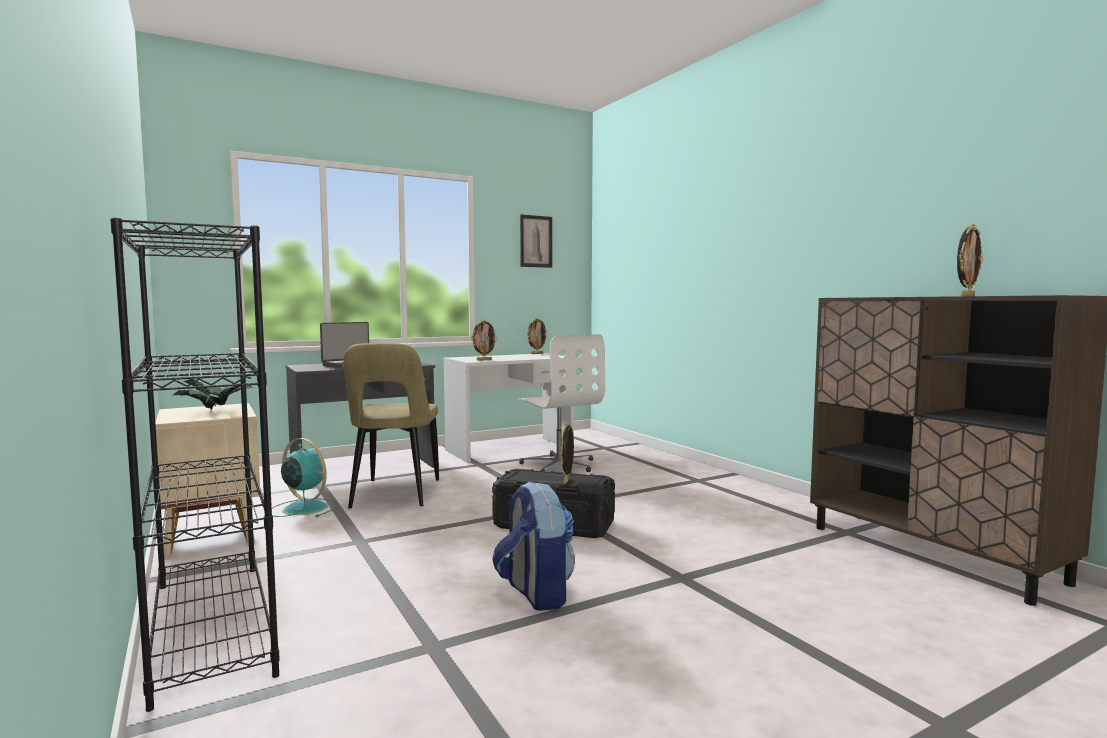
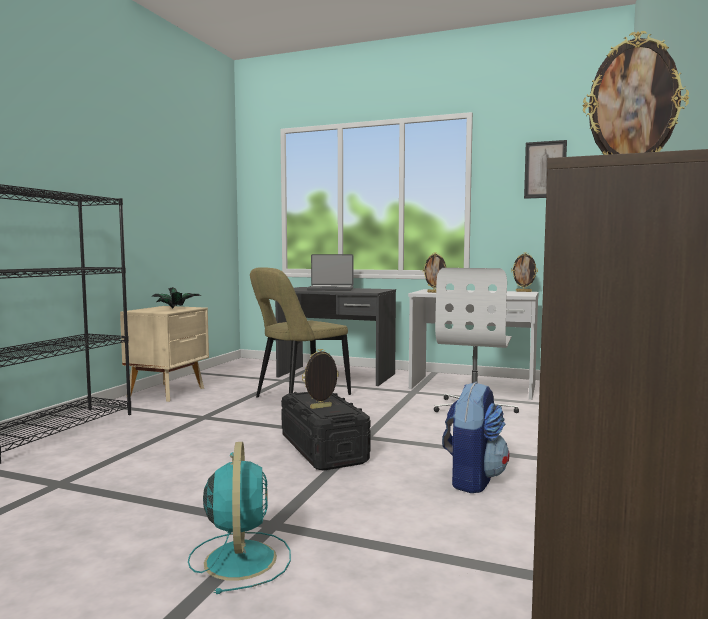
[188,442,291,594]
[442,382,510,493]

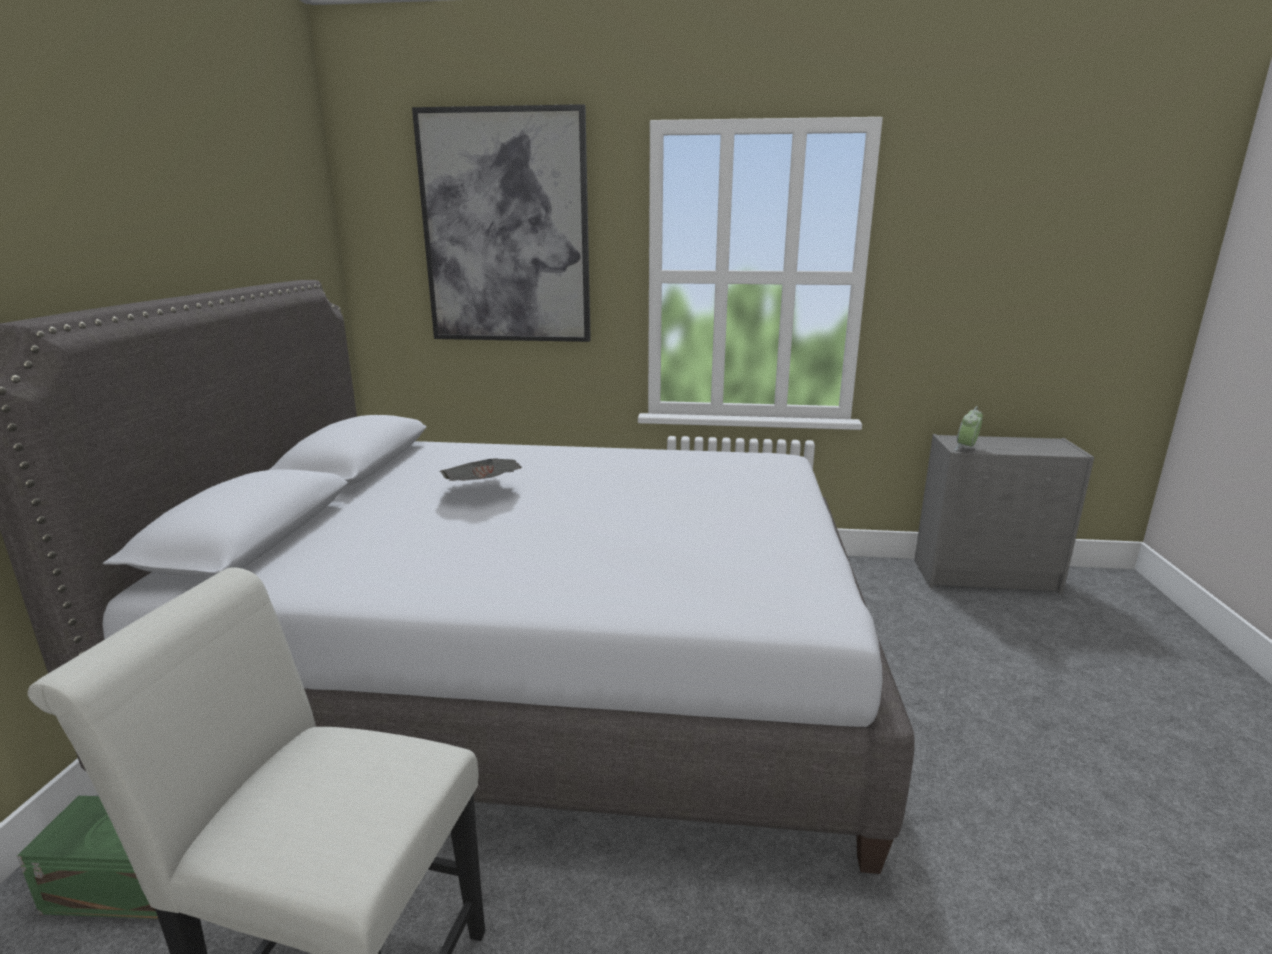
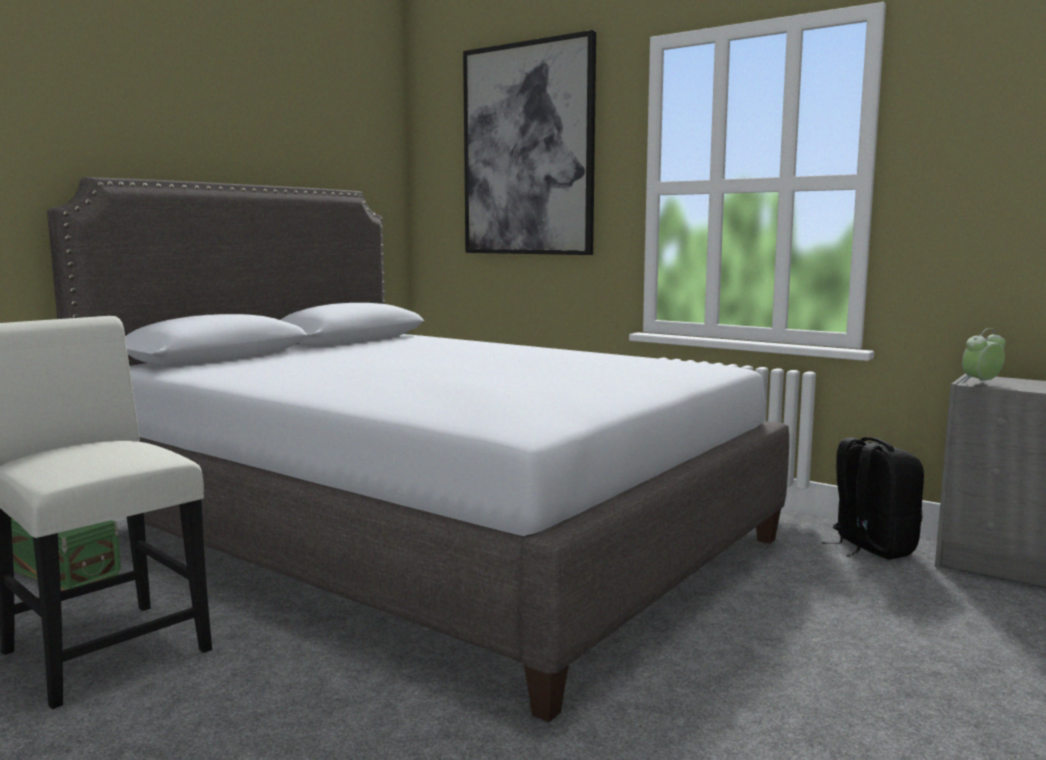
[439,459,522,481] (first image)
[821,437,924,560]

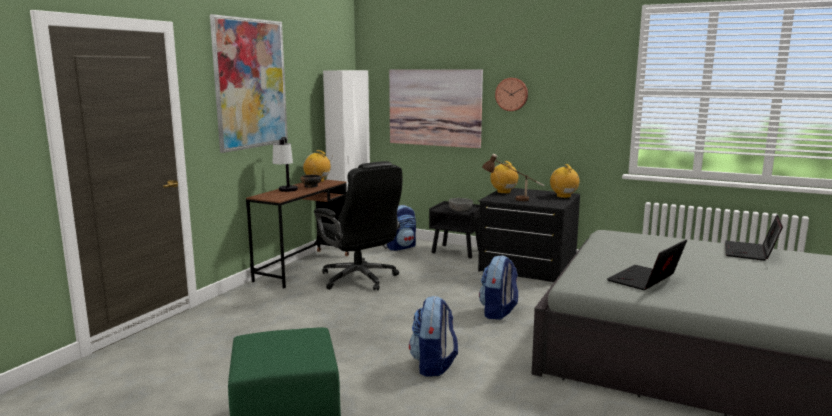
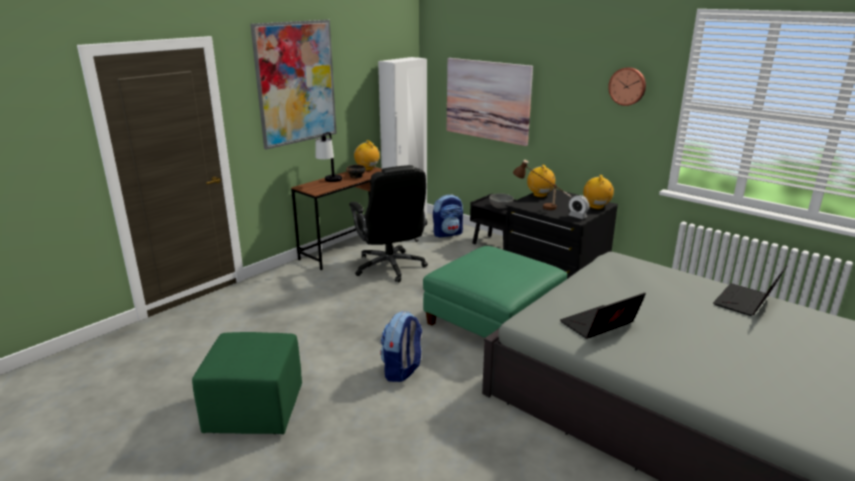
[569,195,589,219]
[608,67,646,106]
[423,246,567,338]

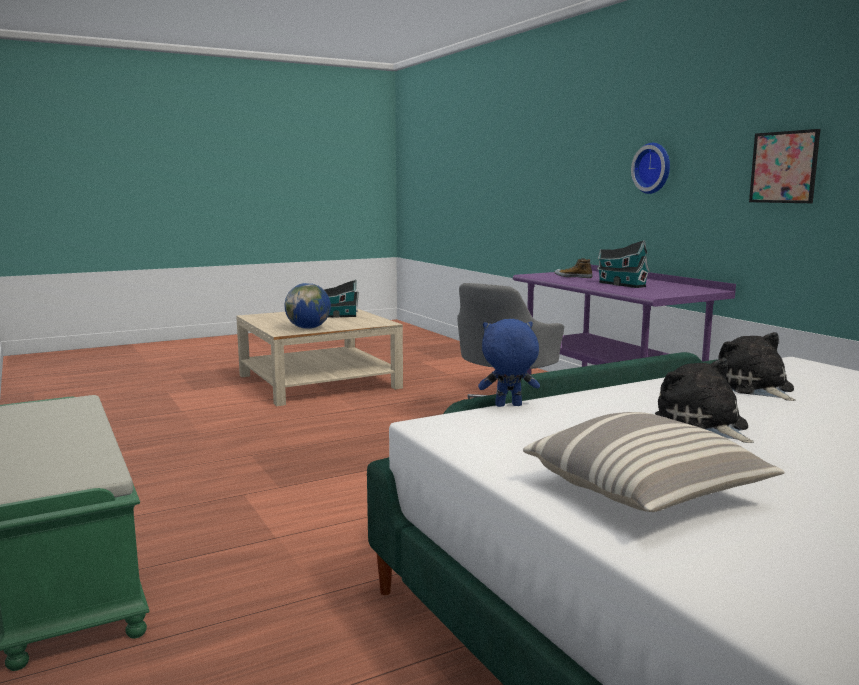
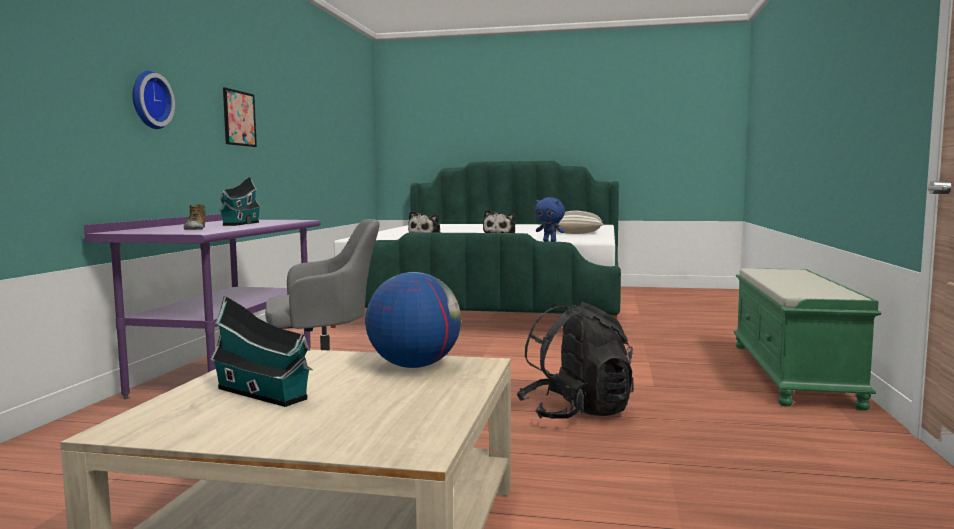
[516,302,634,419]

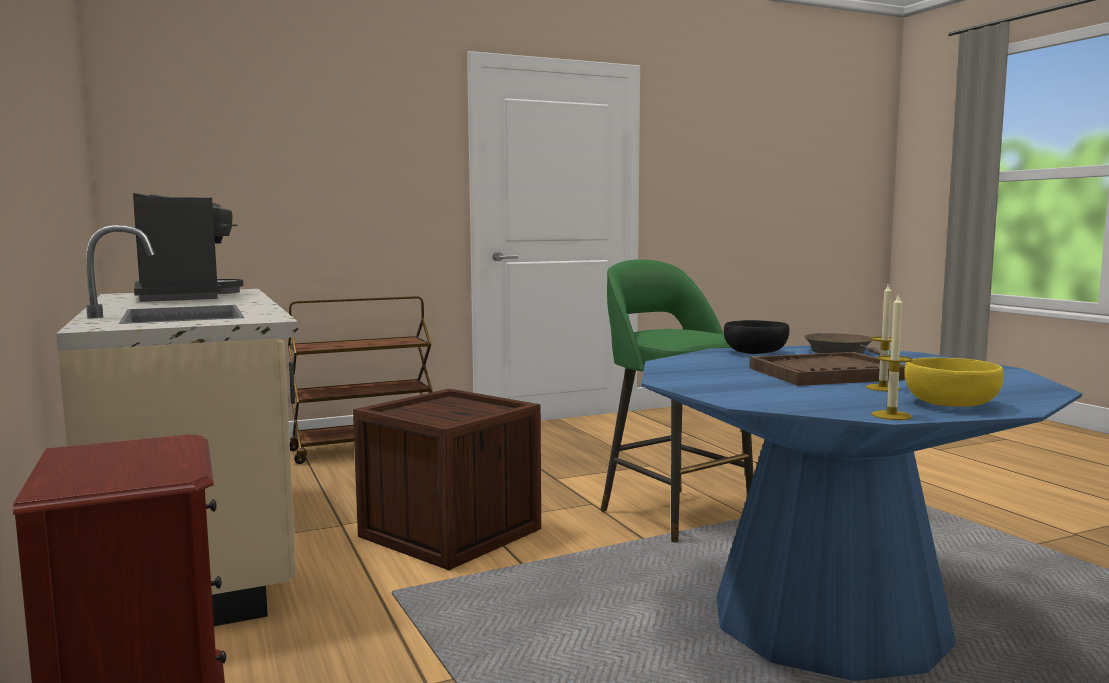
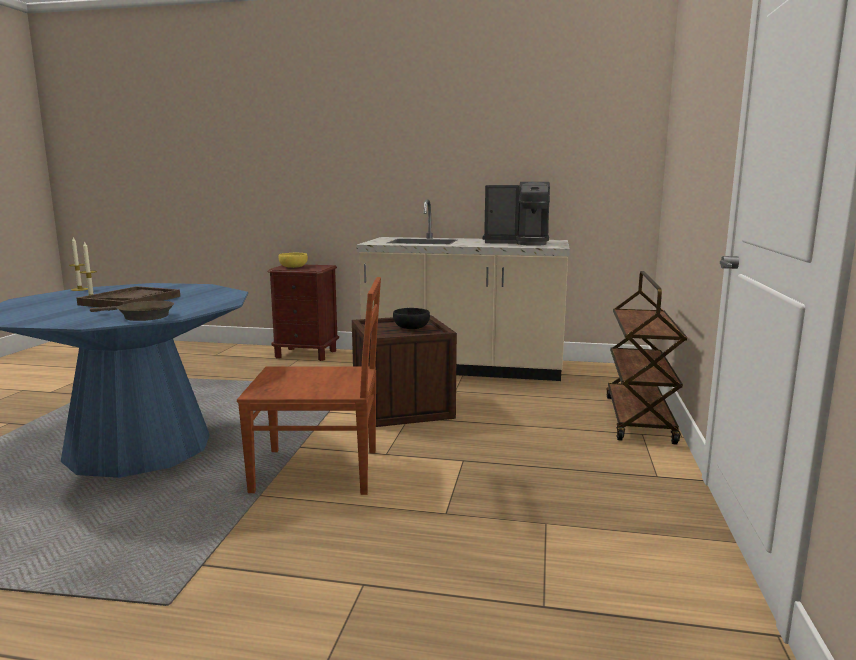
[393,308,430,329]
[279,253,308,268]
[237,277,381,495]

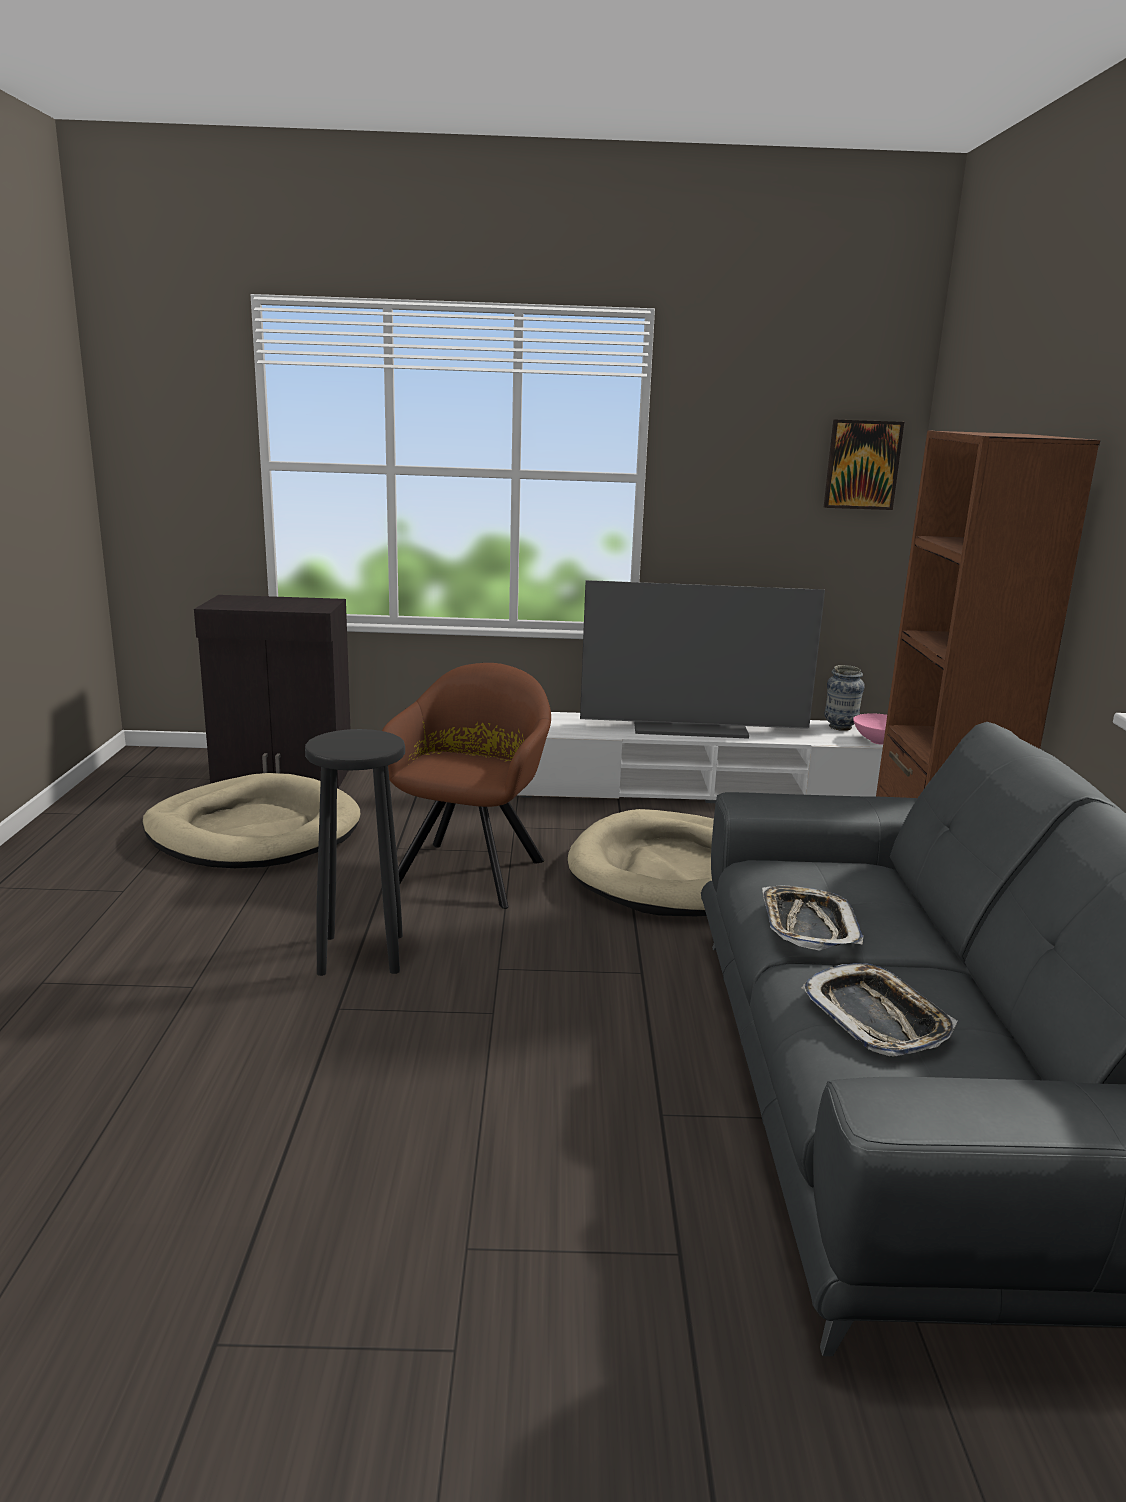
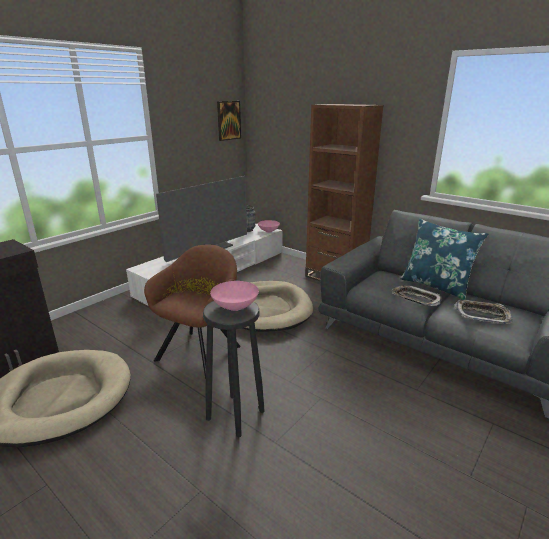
[210,281,259,311]
[400,219,488,300]
[144,244,241,379]

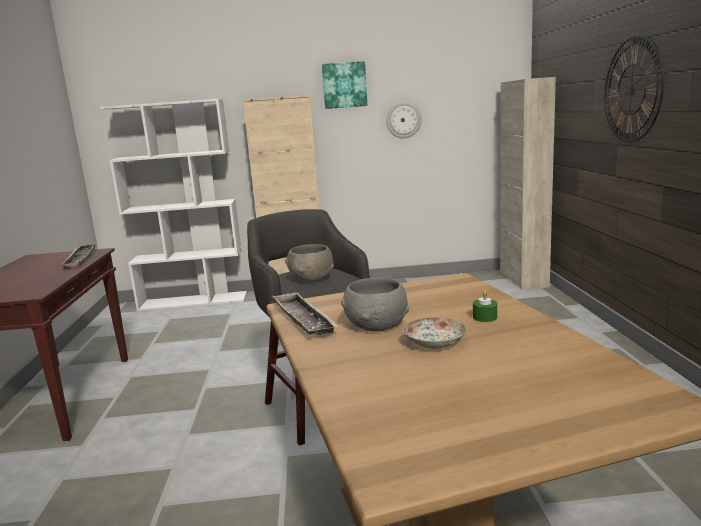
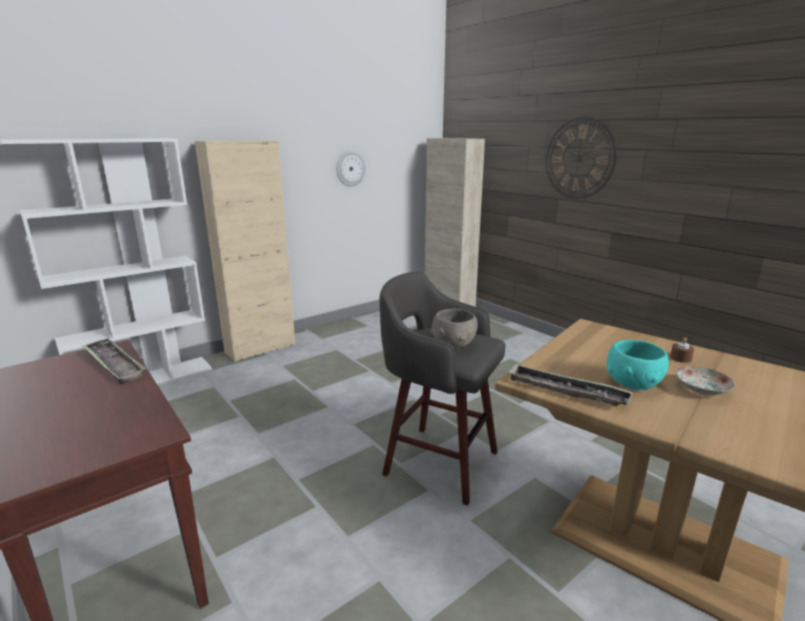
[322,61,367,109] (first image)
[607,340,669,390]
[670,337,694,363]

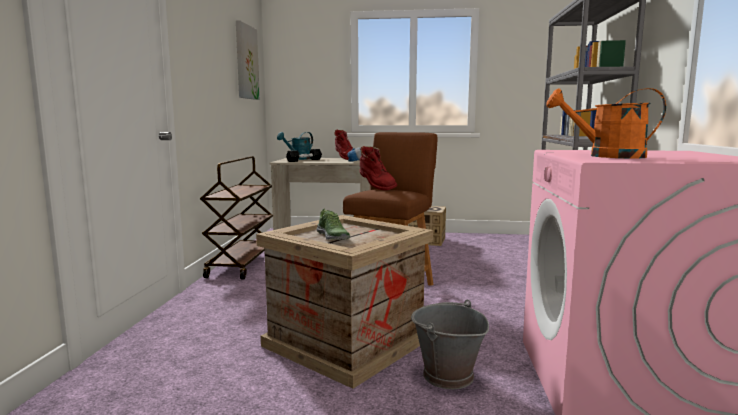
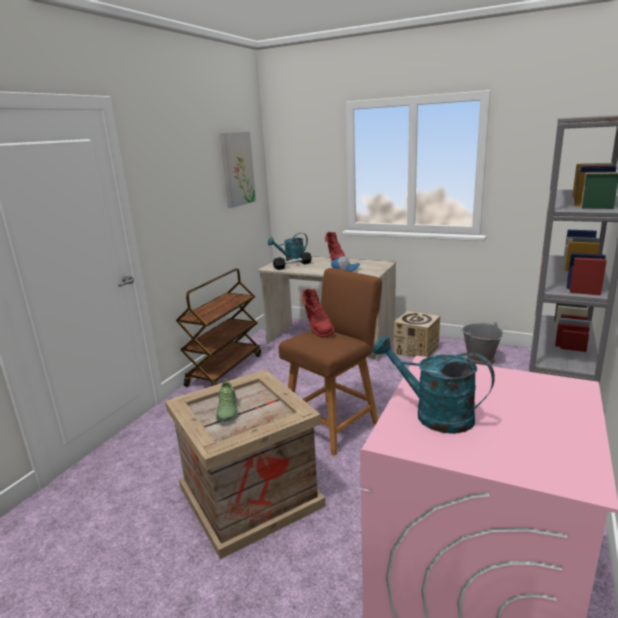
[461,322,503,366]
[372,335,495,434]

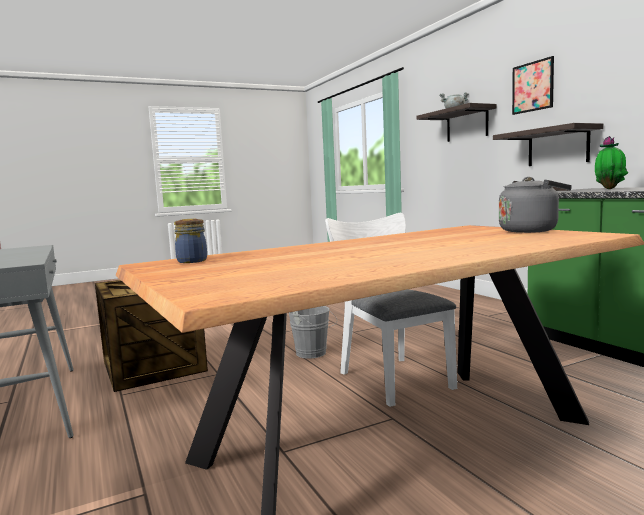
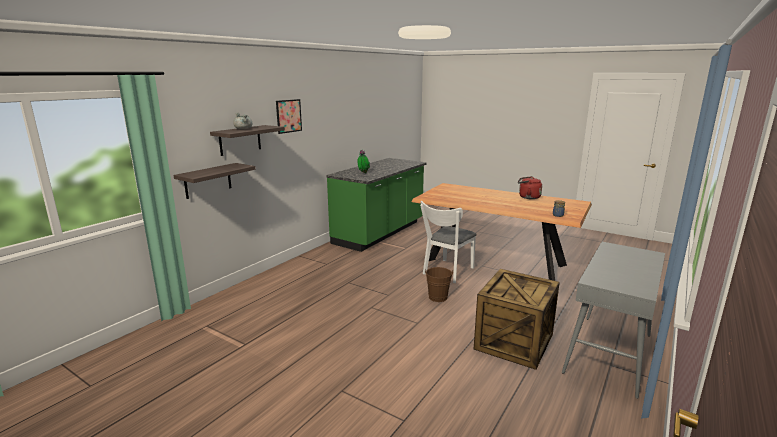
[499,177,572,233] (first image)
[518,176,542,199]
[174,163,256,199]
[425,267,453,302]

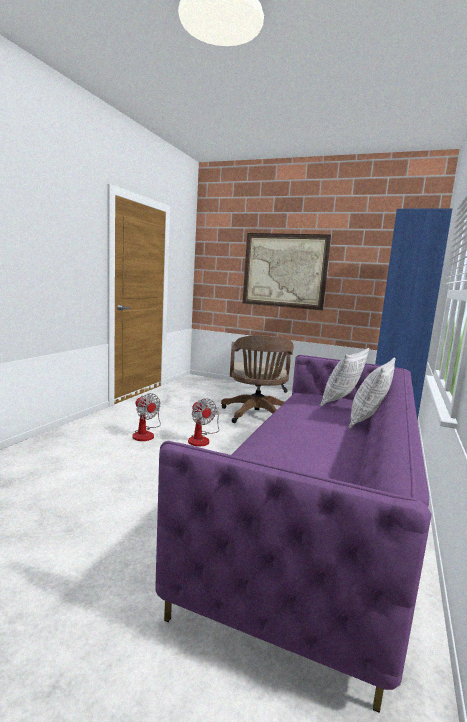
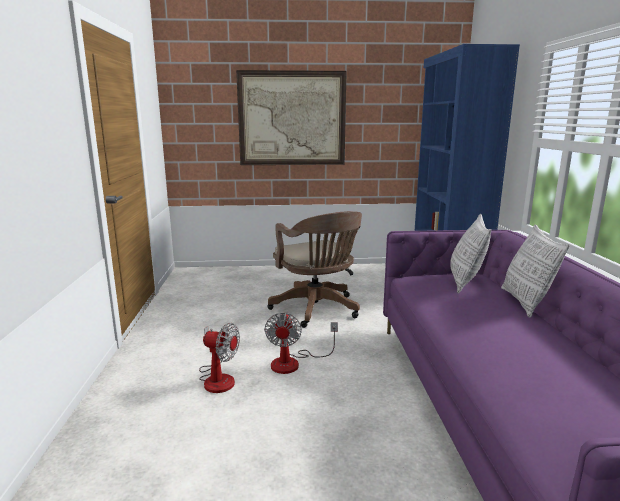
[264,312,338,374]

